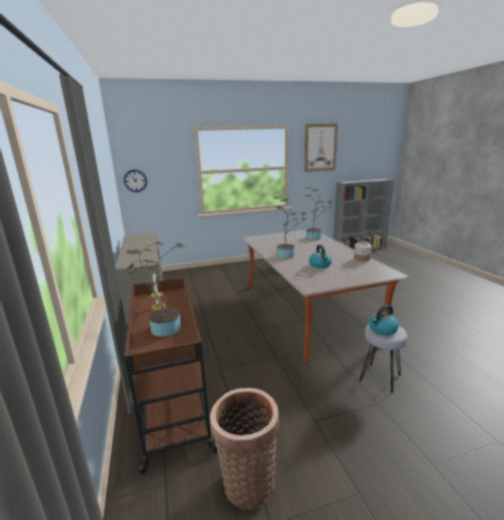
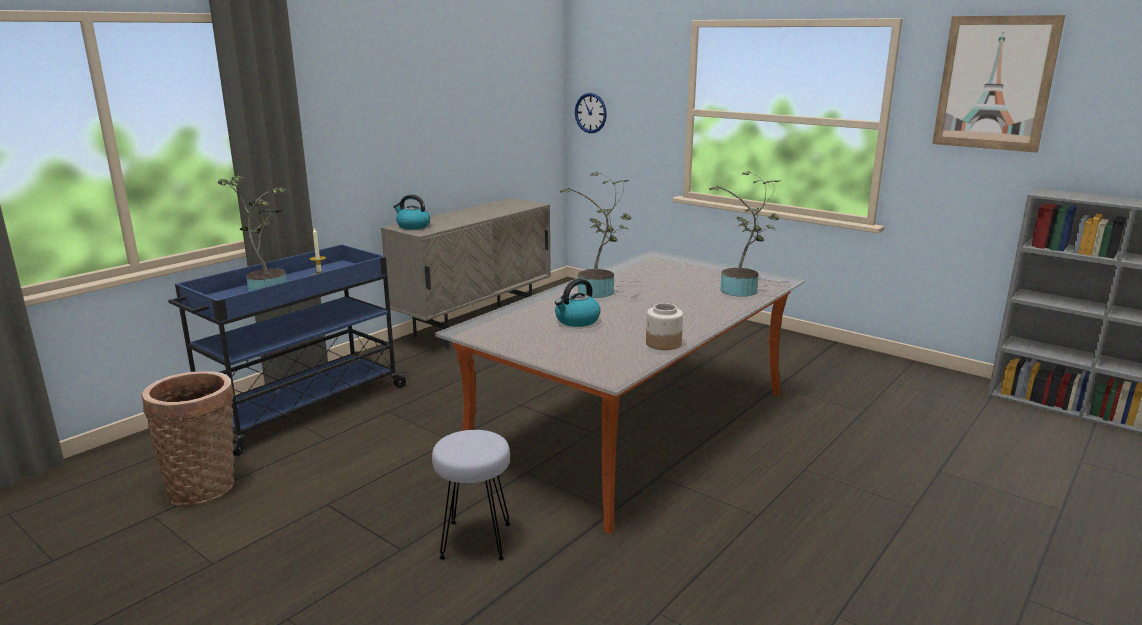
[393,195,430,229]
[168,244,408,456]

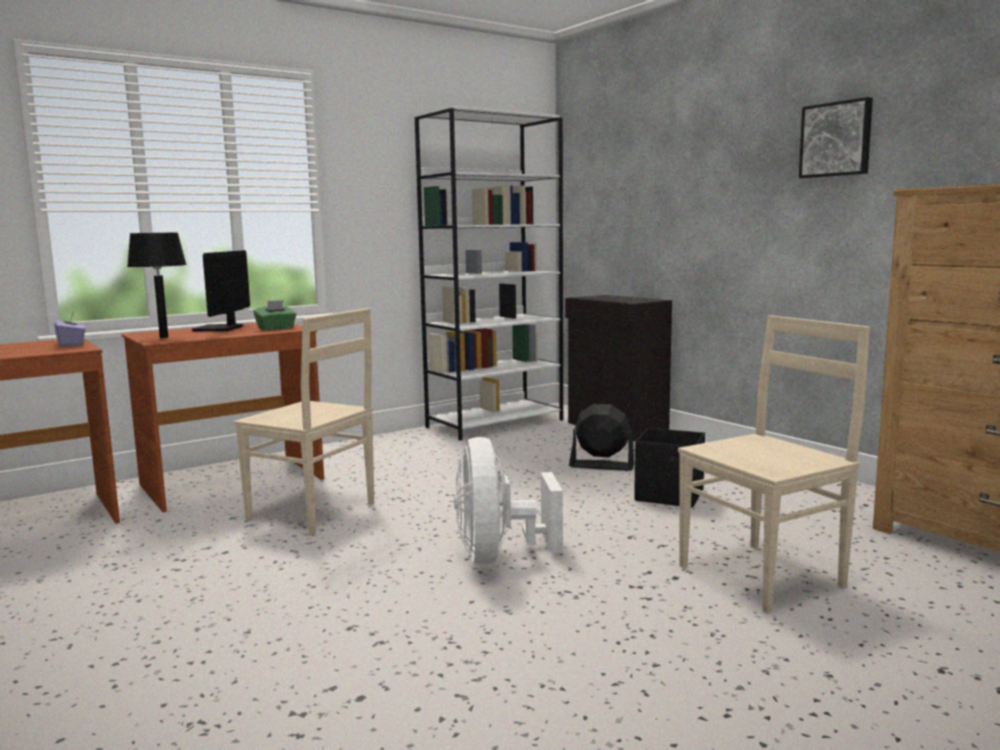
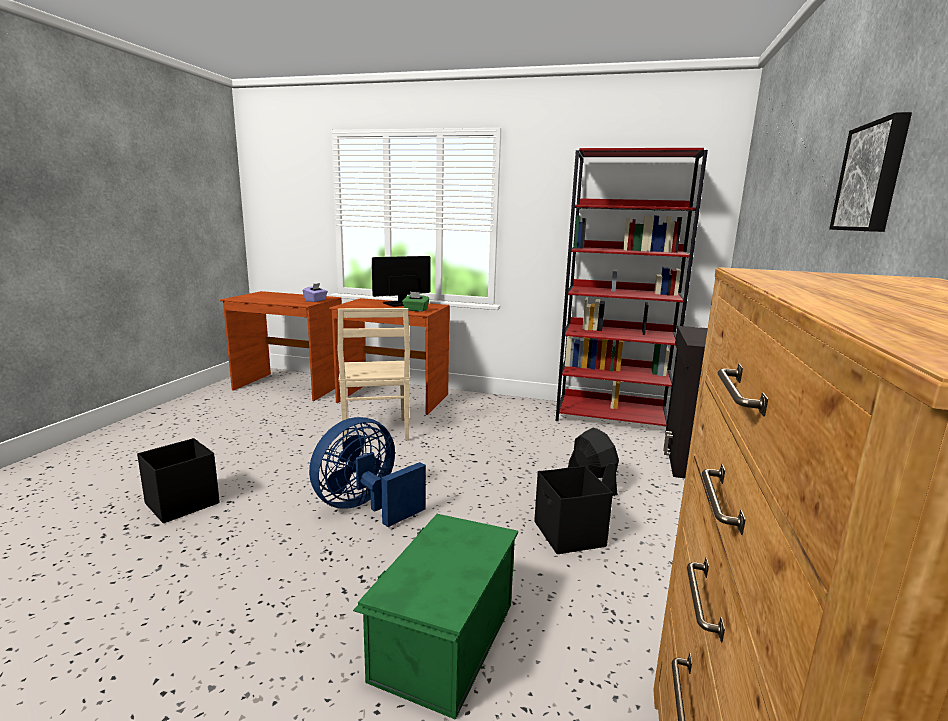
[127,232,187,338] (first image)
[137,438,220,523]
[353,514,518,720]
[556,148,708,434]
[309,417,426,527]

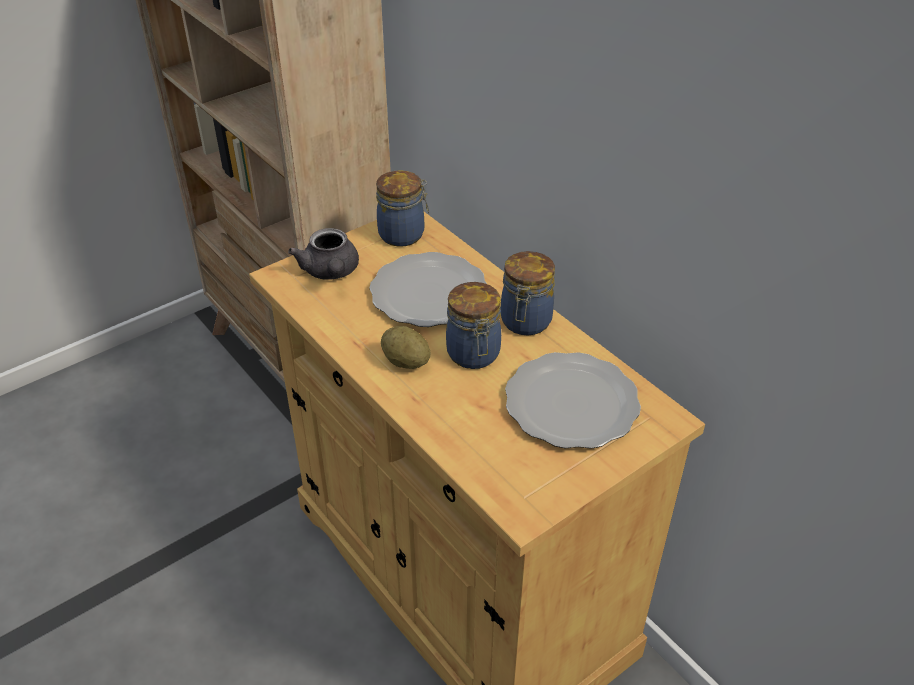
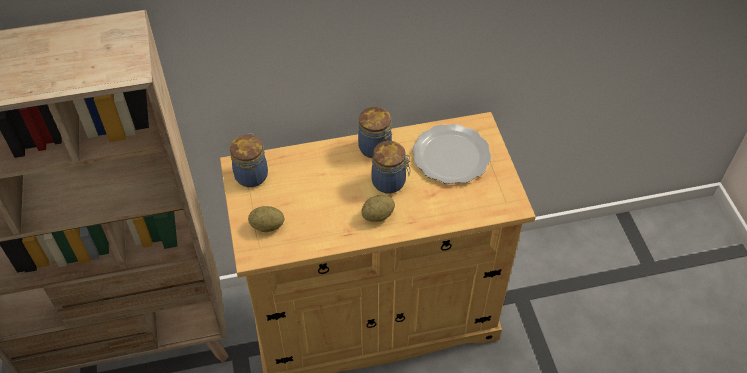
[369,252,487,327] (first image)
[248,206,285,232]

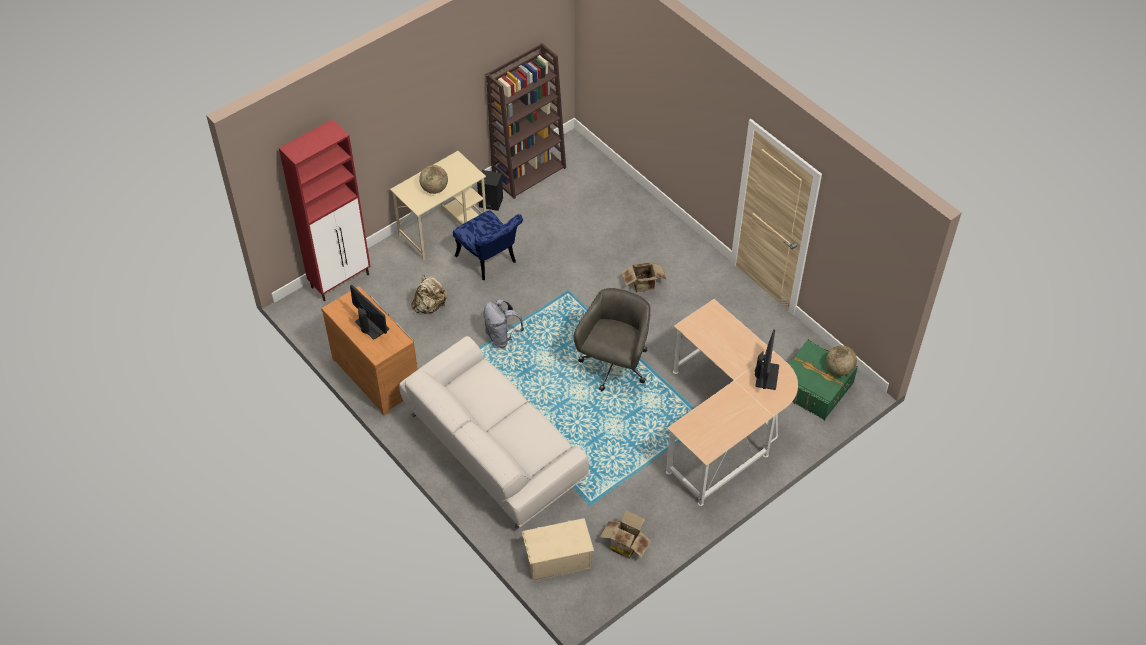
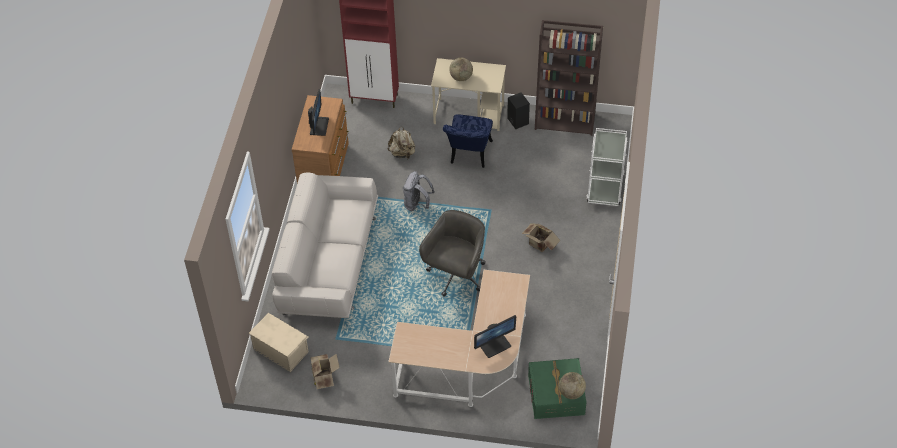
[586,128,628,206]
[419,210,486,297]

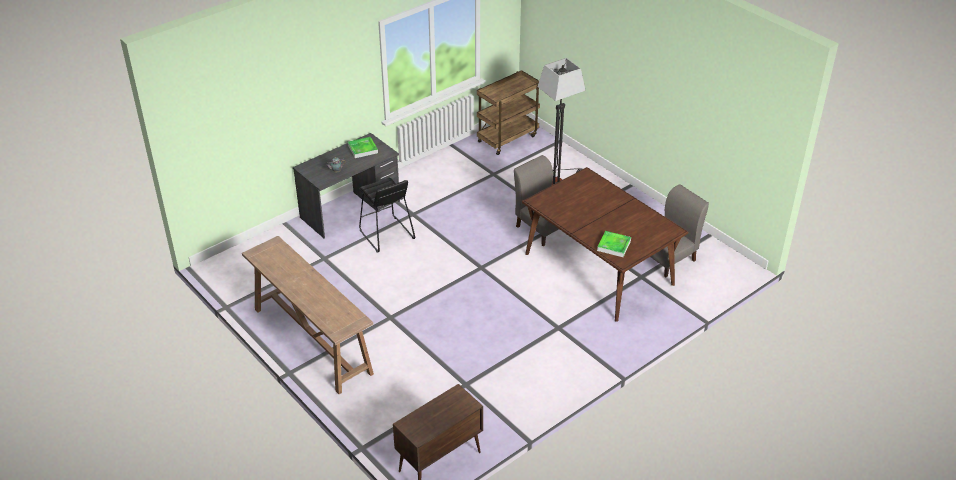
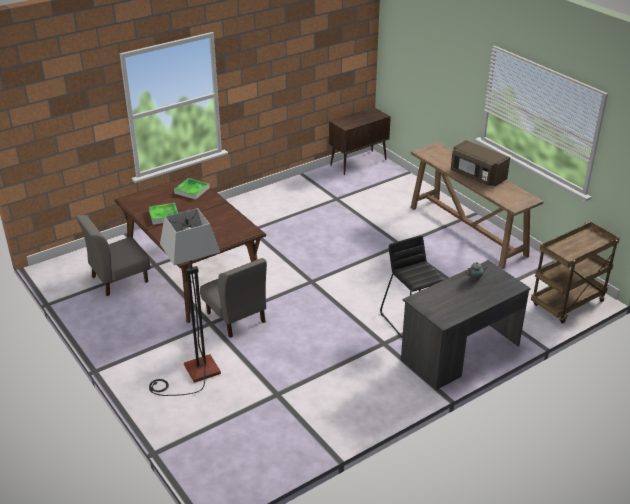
[451,140,510,186]
[149,203,178,225]
[531,222,620,324]

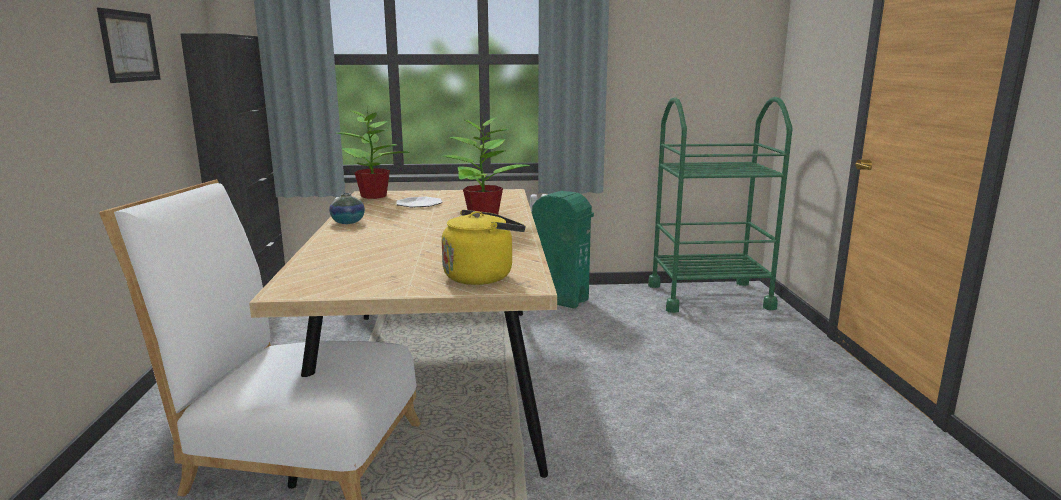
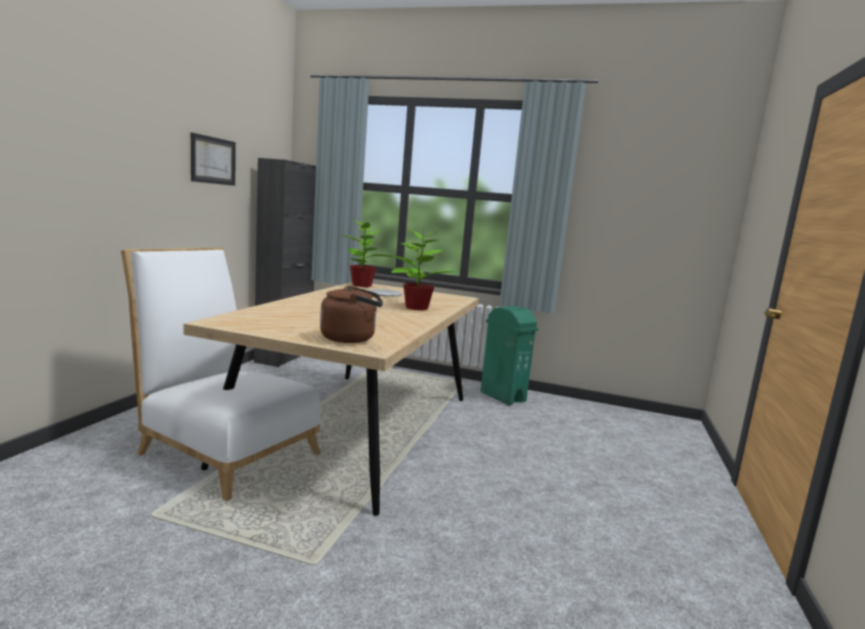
[329,193,365,224] (first image)
[648,97,792,313] (first image)
[320,286,383,343]

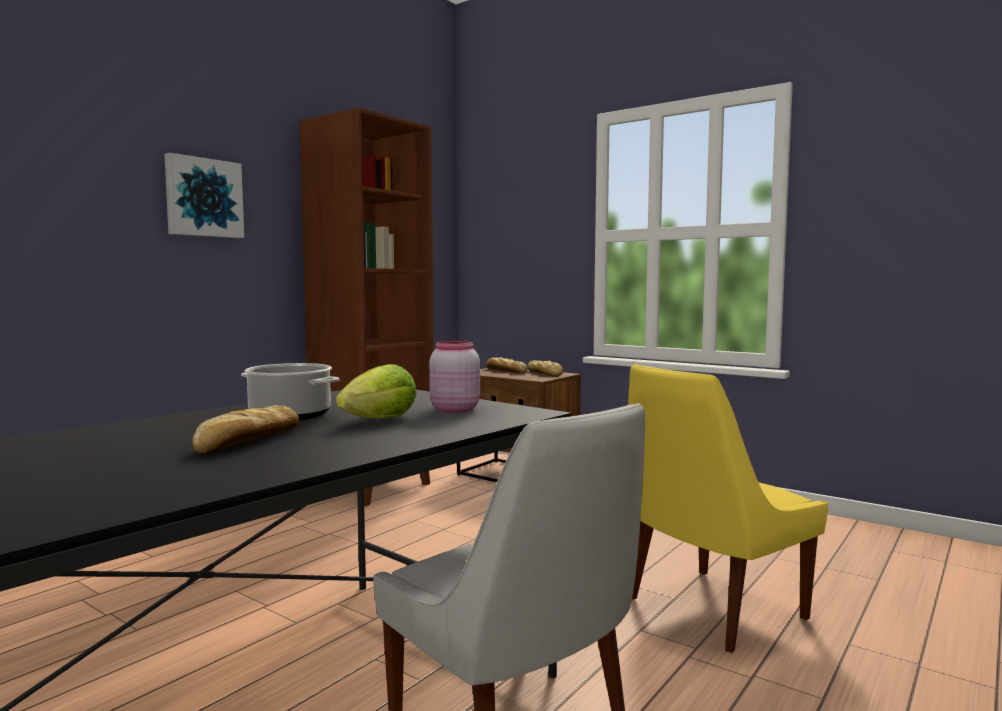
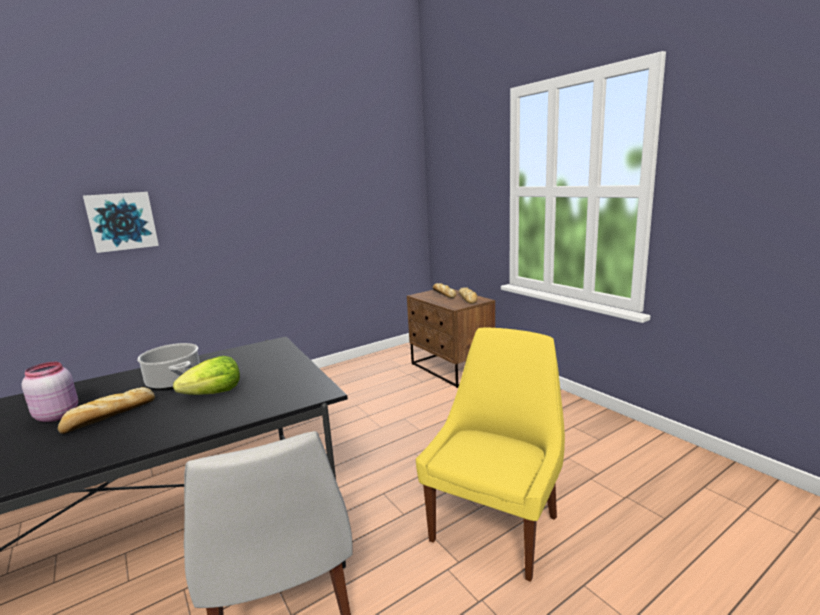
[299,107,434,506] (first image)
[83,192,159,253]
[22,362,78,422]
[416,328,565,582]

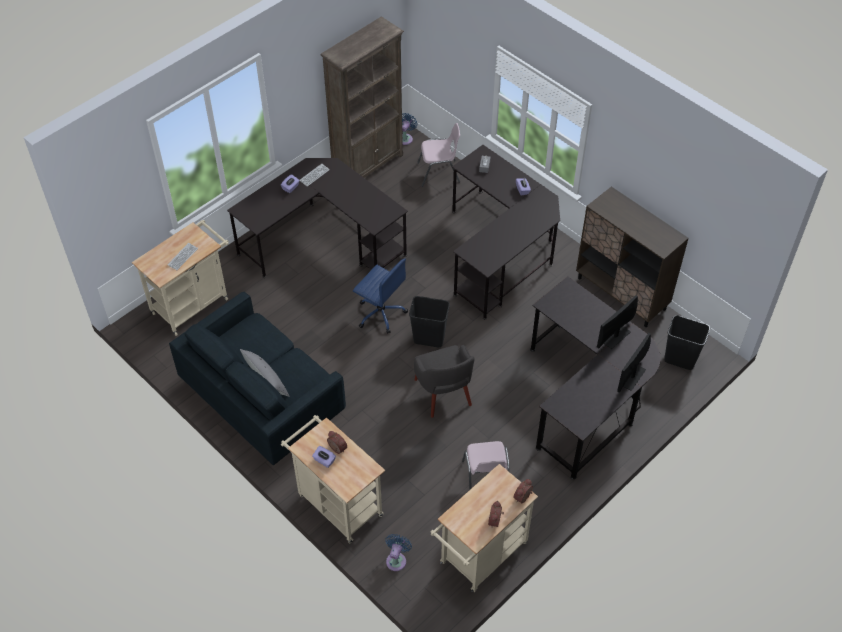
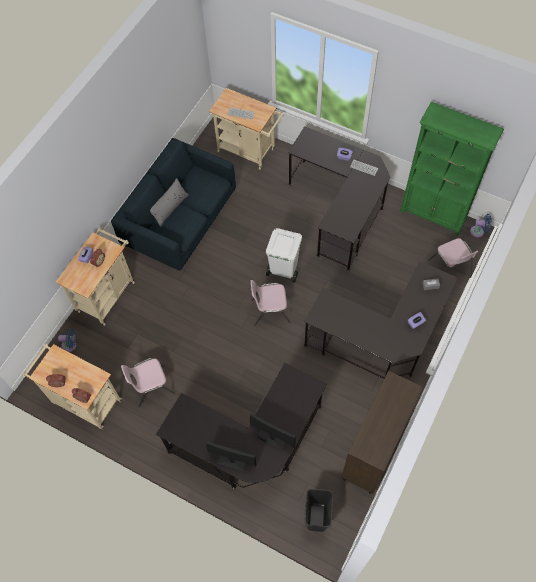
[414,345,475,418] (first image)
[266,228,302,283]
[251,280,291,326]
[400,102,504,236]

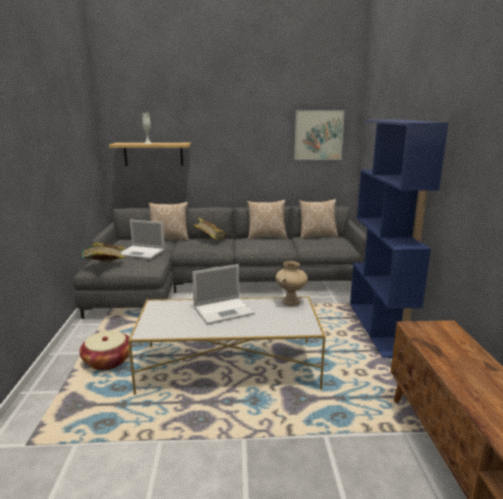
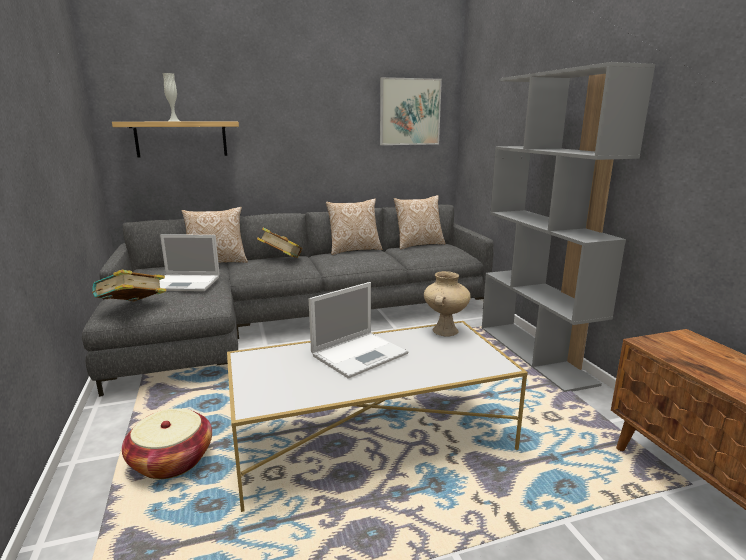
[482,62,655,392]

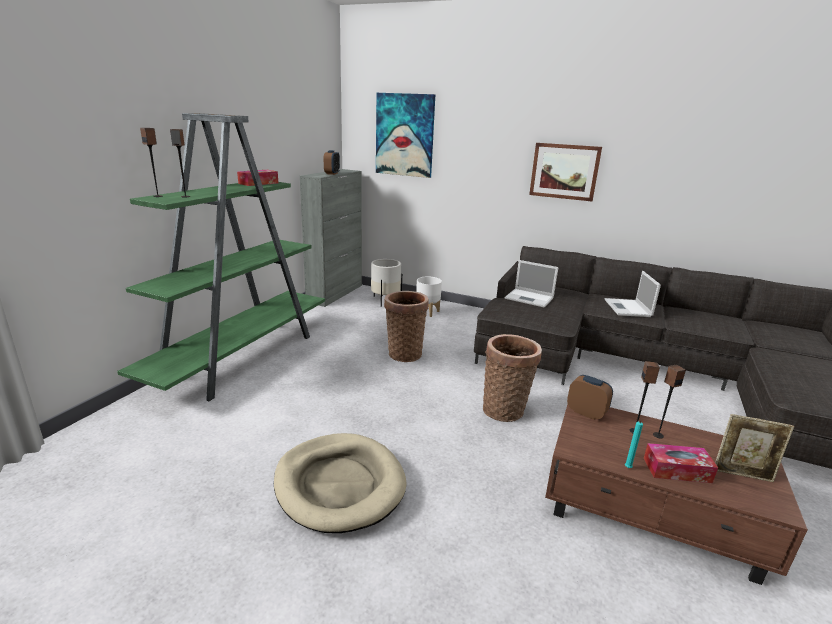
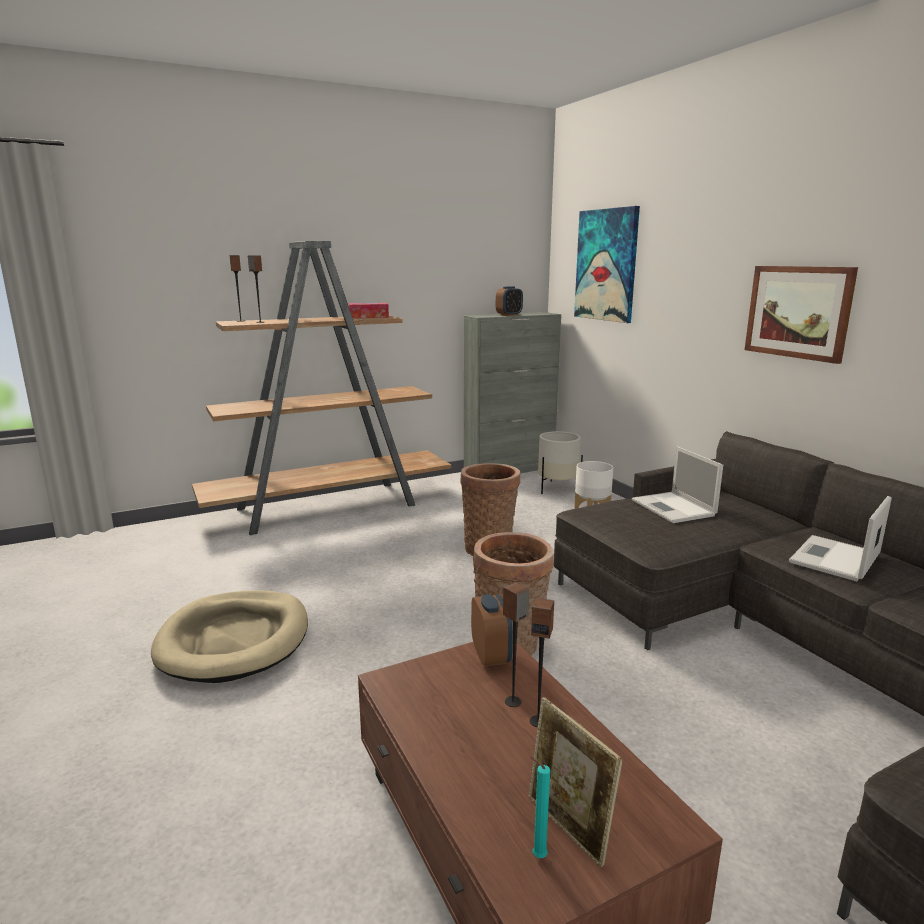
[644,443,718,483] (first image)
[531,757,550,858]
[192,241,451,535]

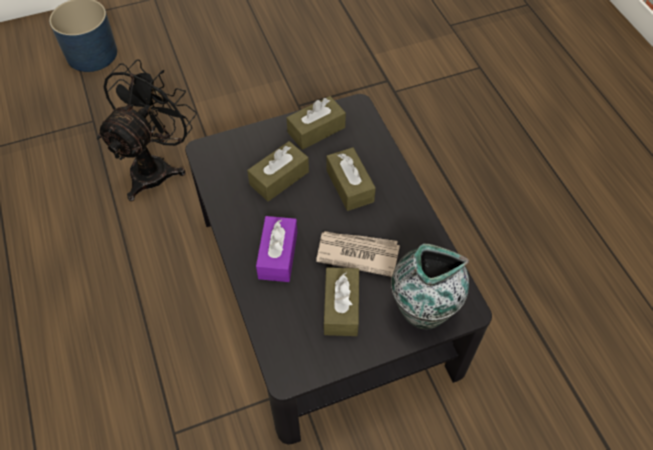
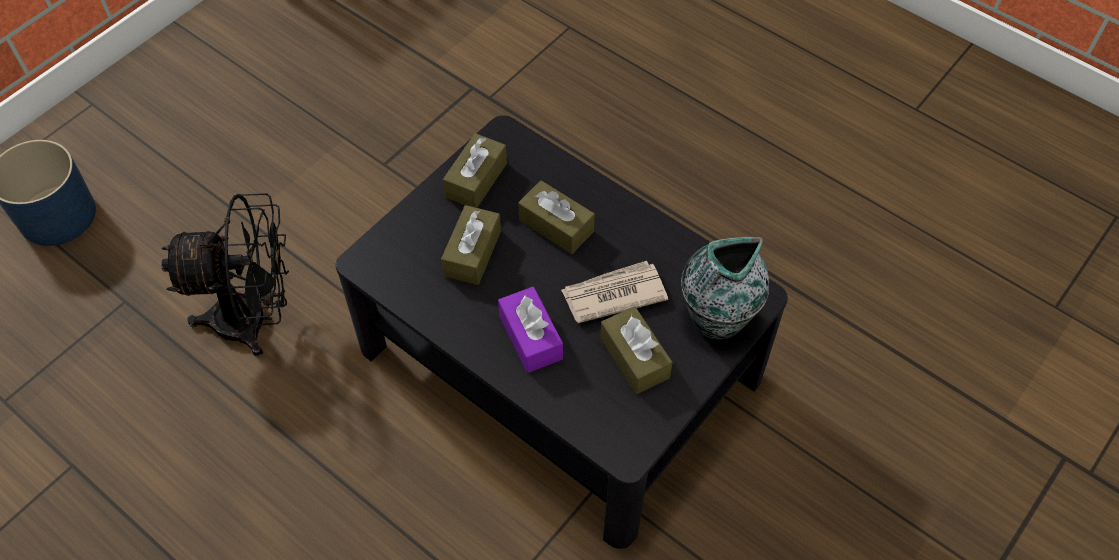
[161,193,289,357]

